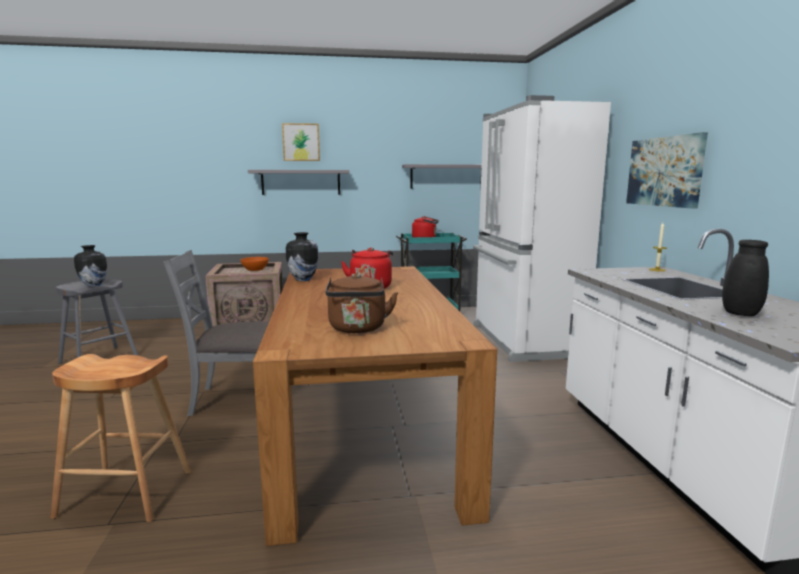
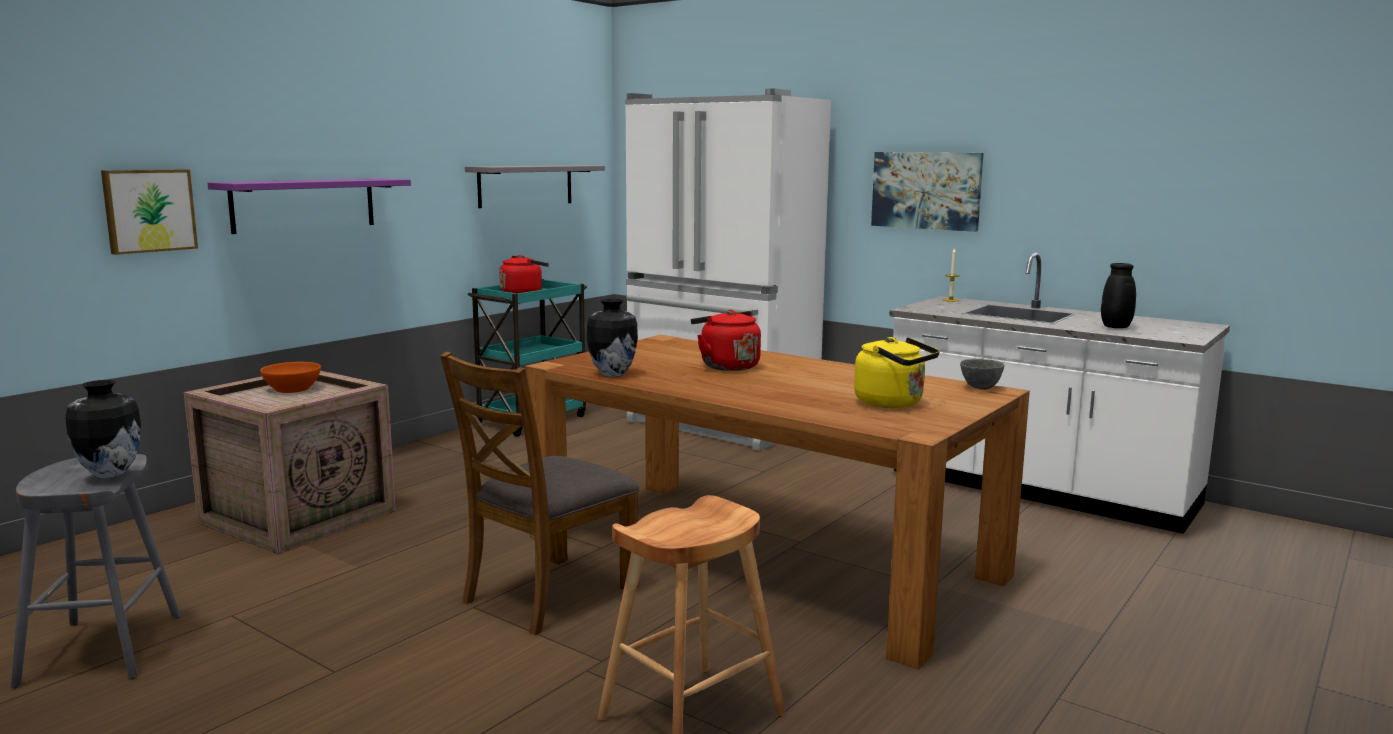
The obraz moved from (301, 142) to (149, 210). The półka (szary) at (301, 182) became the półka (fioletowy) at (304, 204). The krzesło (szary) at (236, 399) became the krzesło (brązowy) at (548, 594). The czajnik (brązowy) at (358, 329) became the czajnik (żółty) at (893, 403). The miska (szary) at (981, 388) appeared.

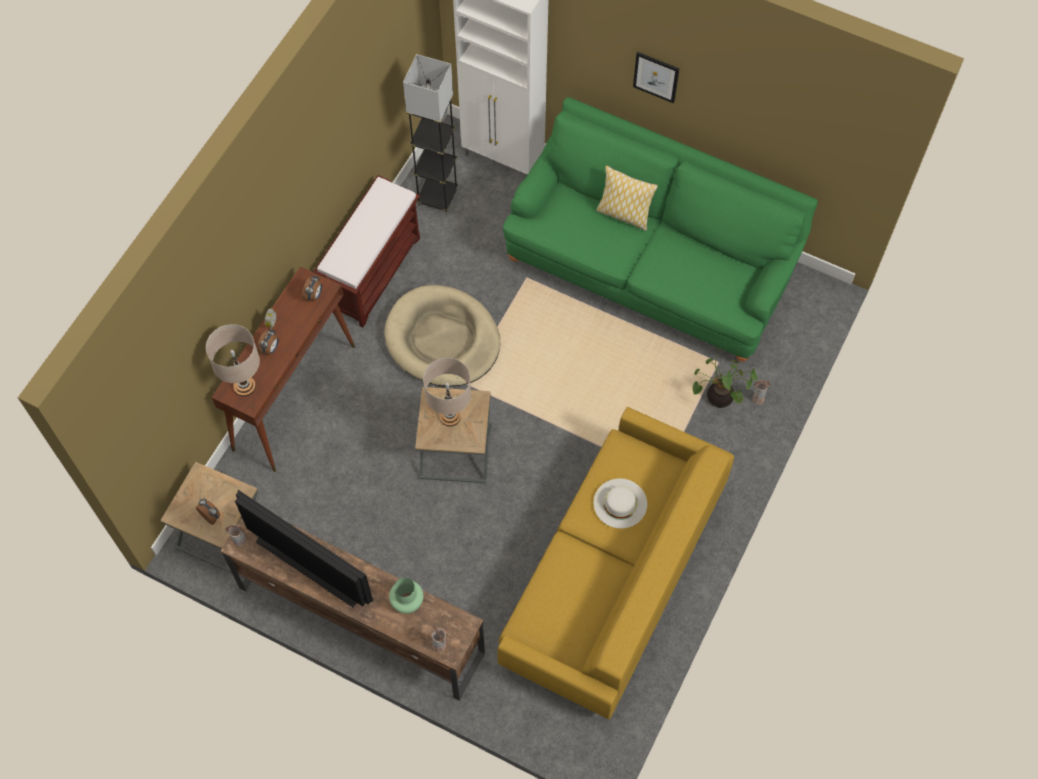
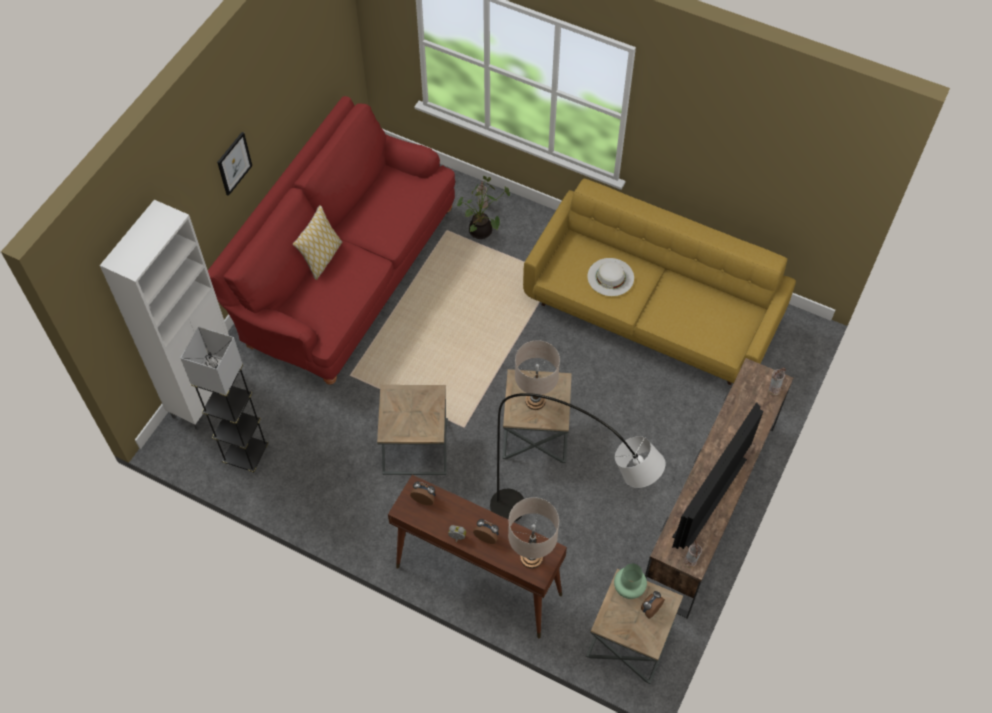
The kanapa (zielony) at (650, 267) became the kanapa (czerwony) at (346, 276). The ławka (brązowy) at (373, 272) disappeared. The legowisko (beżowy) at (443, 339) was replaced by the stolik (brązowy) at (415, 446). The wazon (zielony) moved from (407, 601) to (628, 588). The lampa stojąca (szary) at (569, 532) appeared.

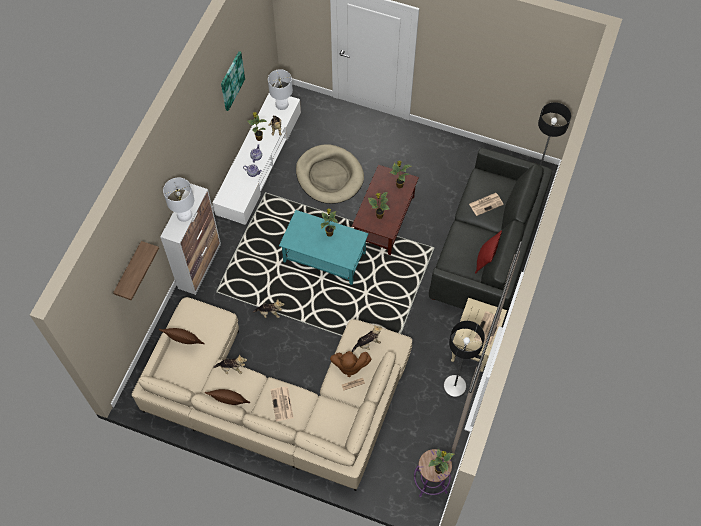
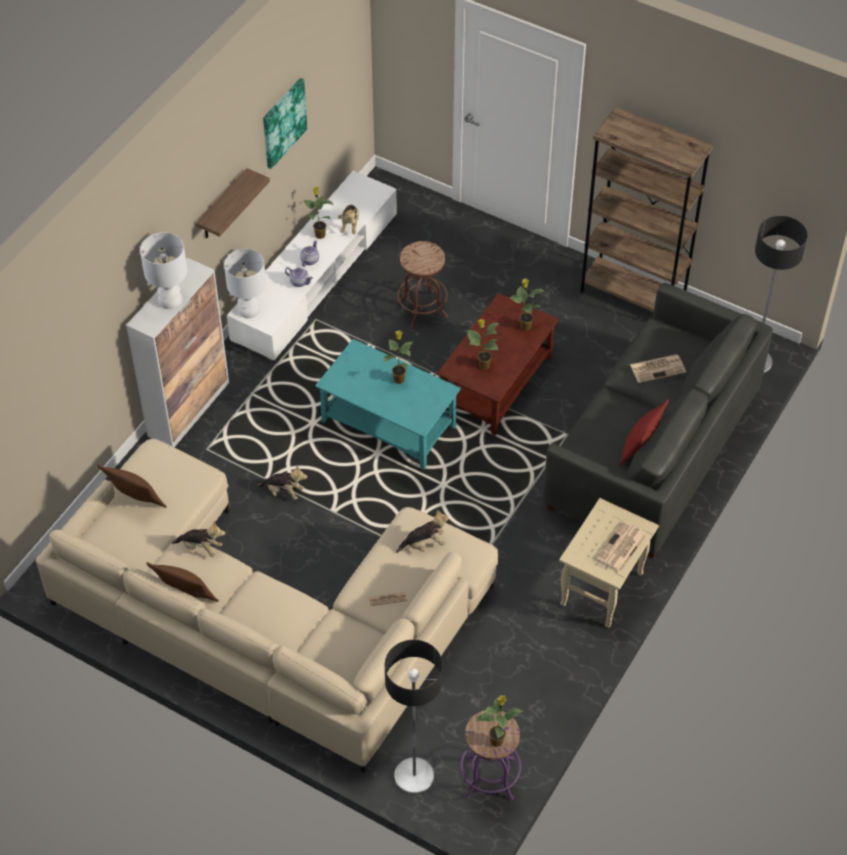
The lampa stołowa (biały) moved from (282, 104) to (249, 310). The legowisko (beżowy) at (329, 176) was replaced by the stołek (brązowy) at (422, 309). The półka moved from (129, 271) to (222, 206). The lampa stojąca moved from (454, 386) to (413, 776). The pluszak (brązowy) at (349, 366) disappeared. The gazeta at (282, 404) disappeared. The regał (brązowy) at (632, 296) appeared.

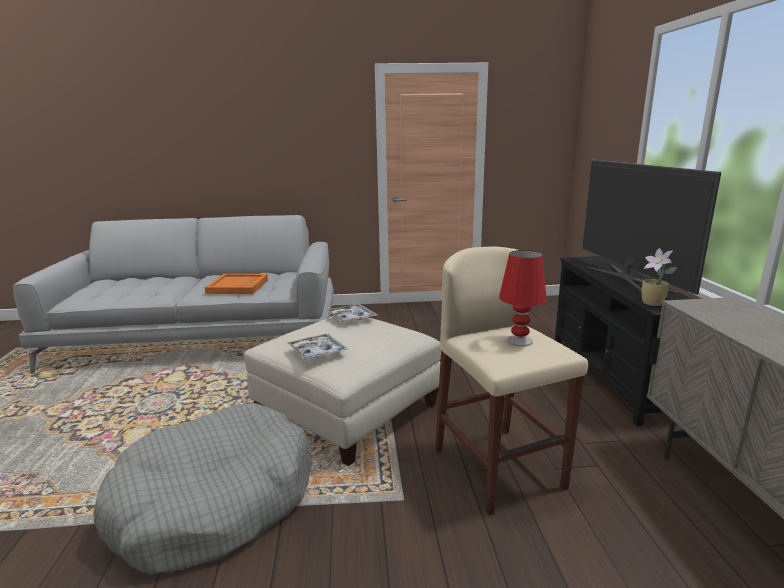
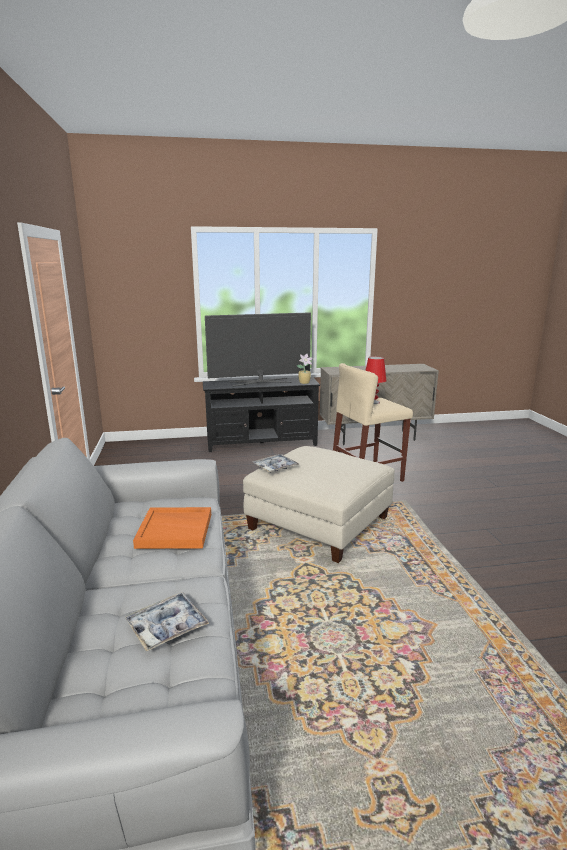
The taca moved from (317, 352) to (167, 627). The legowisko (szary) at (214, 502) disappeared.

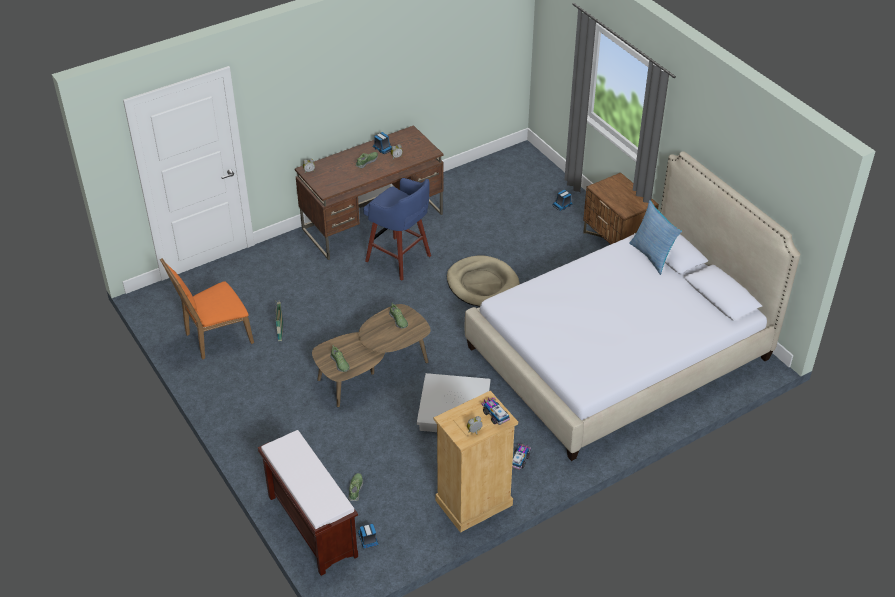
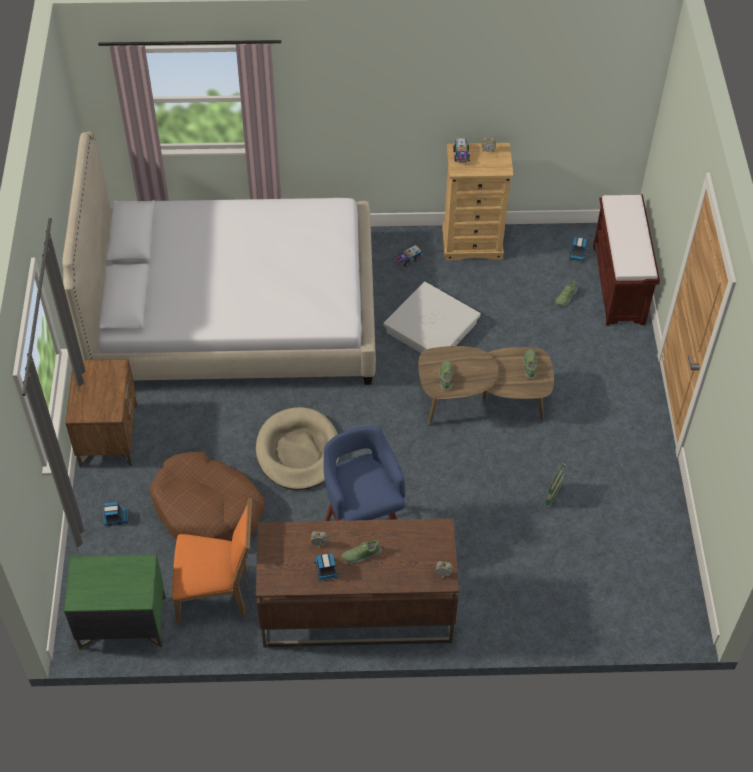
The poduszka at (652, 256) disappeared. The krzesło (pomarańczowy) moved from (215, 338) to (217, 592). The legowisko (brązowy) at (208, 509) appeared. The szafka nocna (zielony) at (122, 623) appeared.

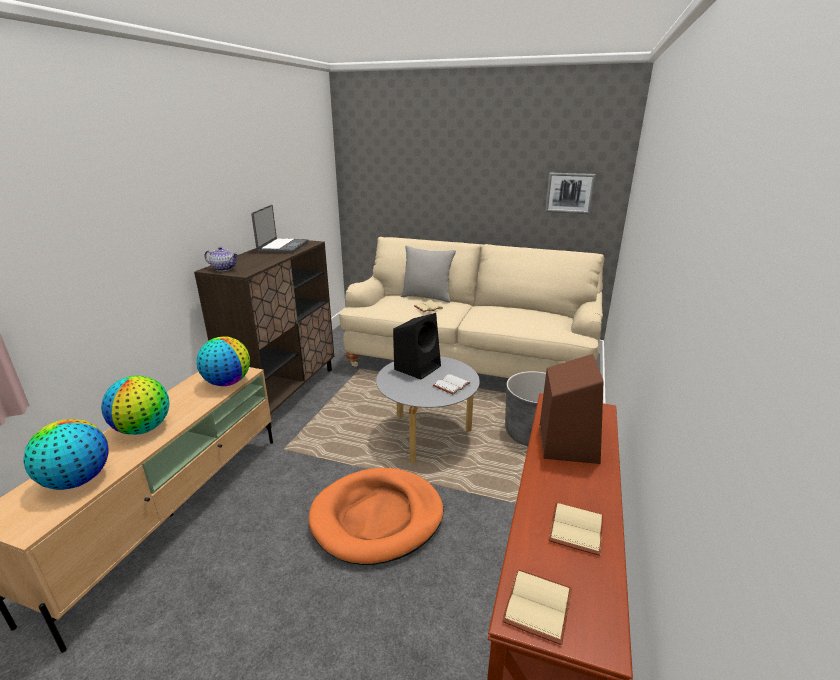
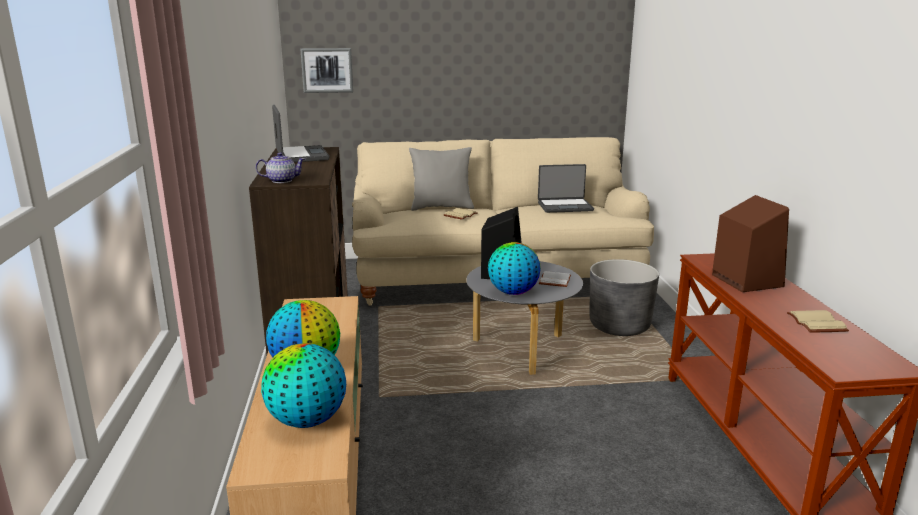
The obraz moved from (569, 193) to (327, 70). The globus moved from (228, 382) to (513, 292). The legowisko (pomarańczowy) at (377, 518) disappeared. The książka (beżowy) at (539, 608) disappeared. The laptop at (565, 206) appeared.

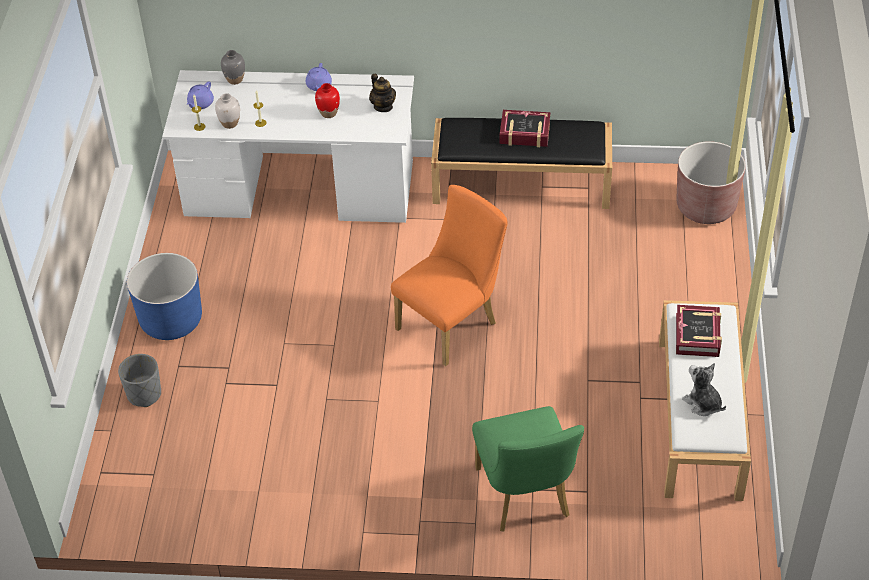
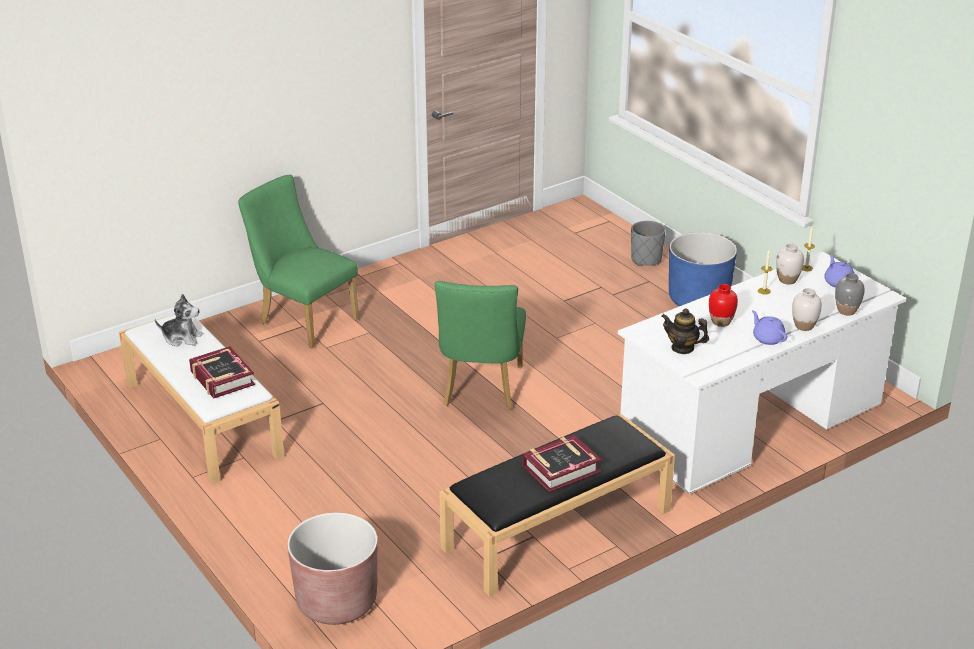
The krzesło (pomarańczowy) at (452, 323) became the krzesło (zielony) at (481, 390). The wazon (biały) at (804, 326) appeared.

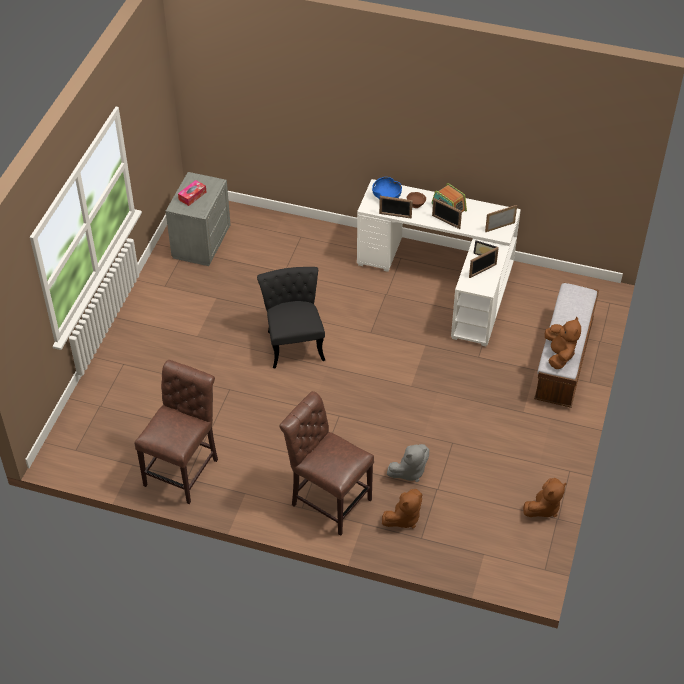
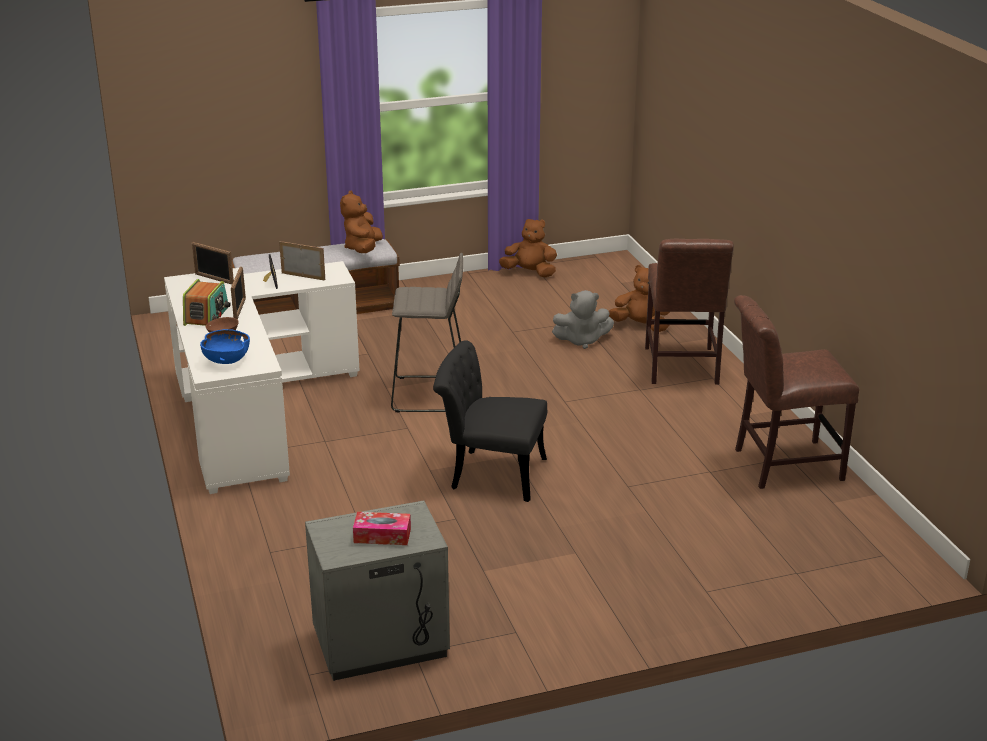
The ramka na zdjęcie at (395, 215) disappeared. The krzesło (czarny) at (294, 341) turned 60 degrees clockwise. The pluszak (brązowy) at (559, 355) turned 45 degrees counterclockwise. The pluszak (szary) at (409, 471) turned 150 degrees clockwise. The stołek (szary) at (430, 395) appeared.

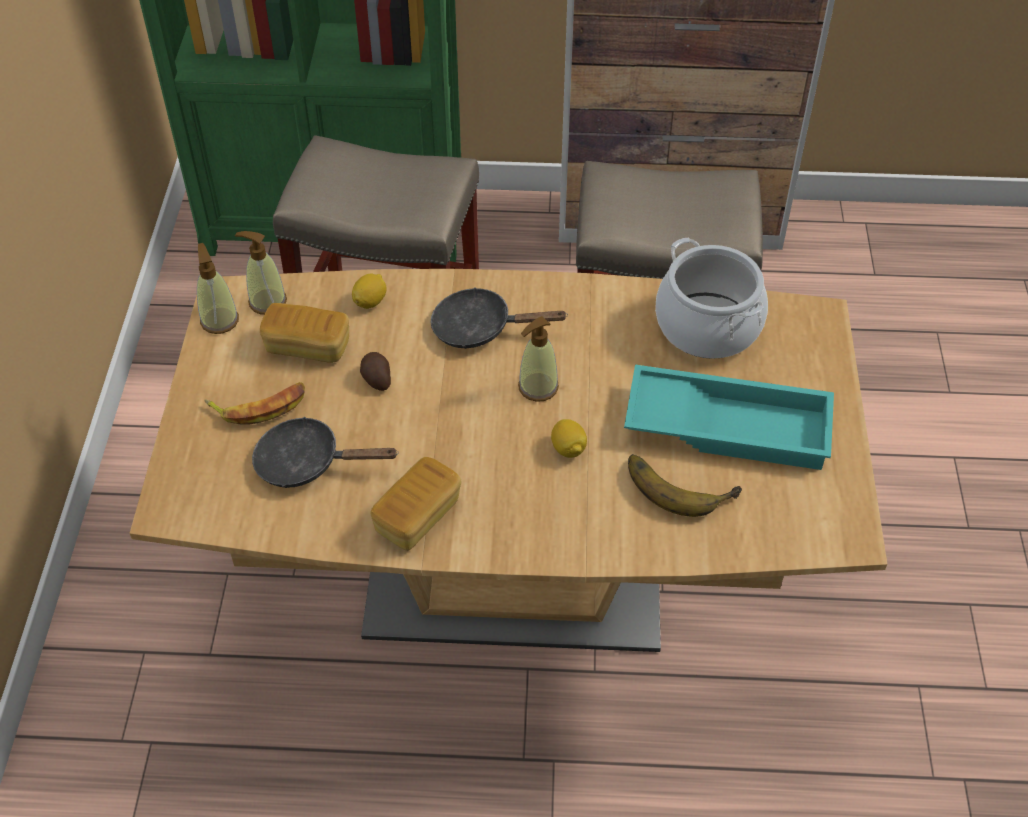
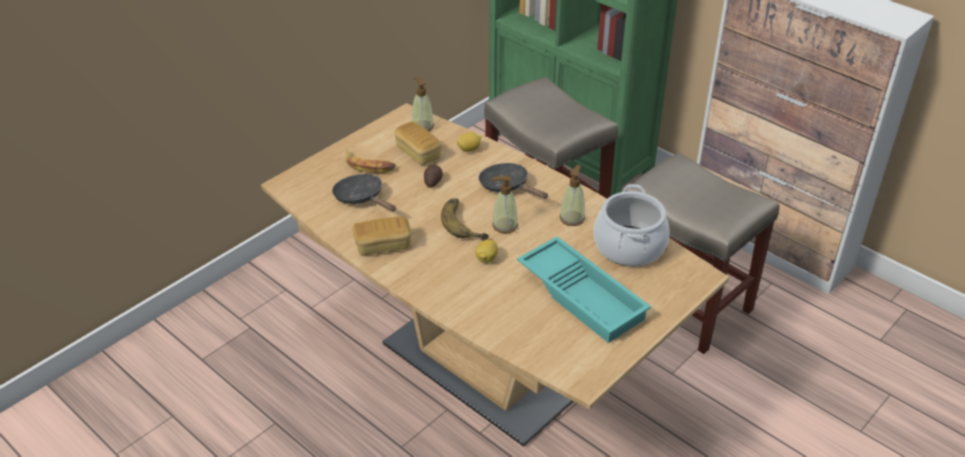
The dozownik mydła moved from (219, 320) to (572, 218). The banan moved from (679, 483) to (466, 222).

